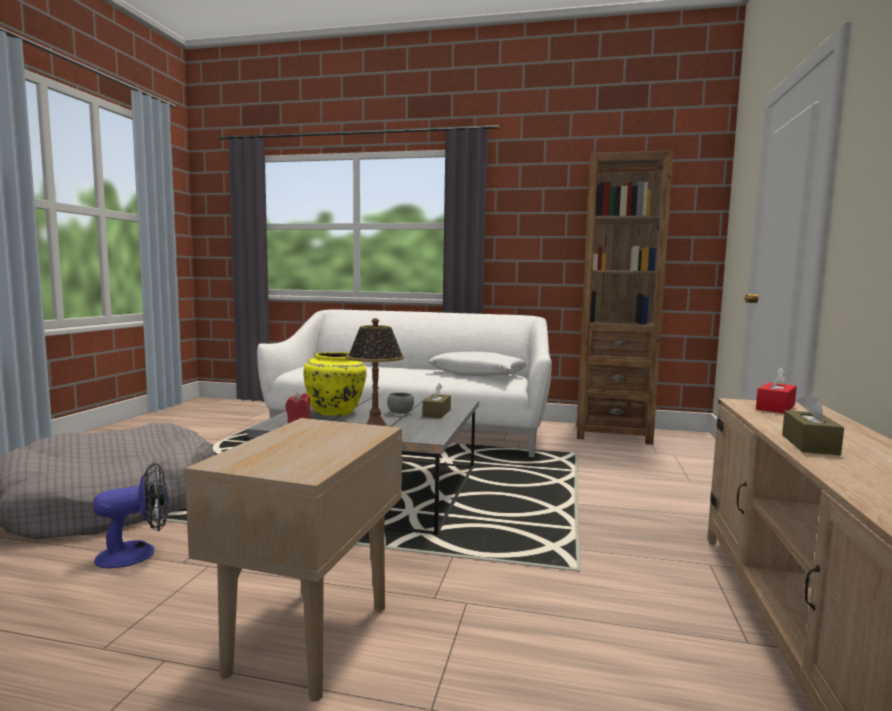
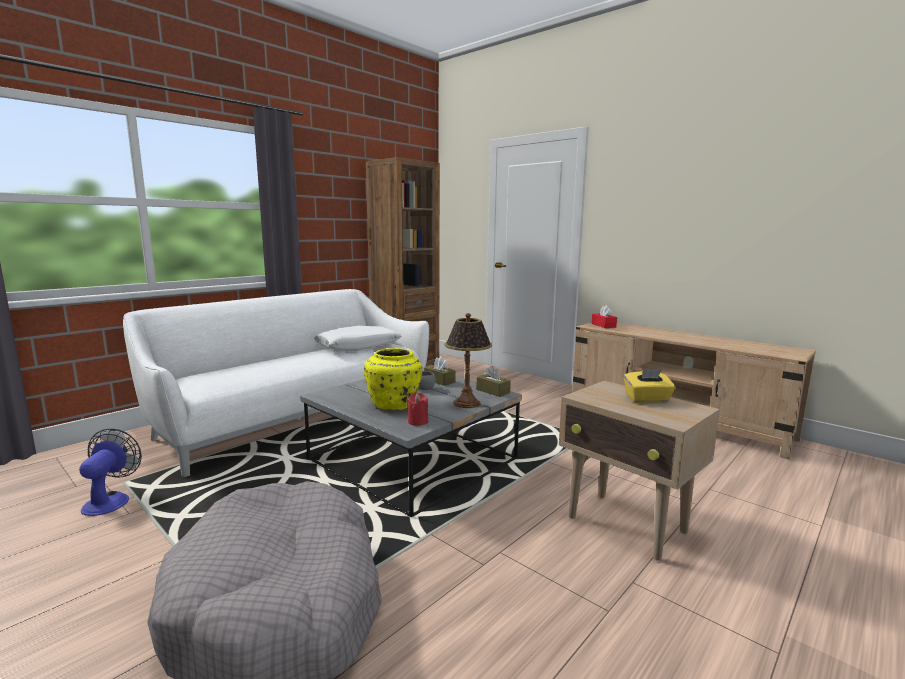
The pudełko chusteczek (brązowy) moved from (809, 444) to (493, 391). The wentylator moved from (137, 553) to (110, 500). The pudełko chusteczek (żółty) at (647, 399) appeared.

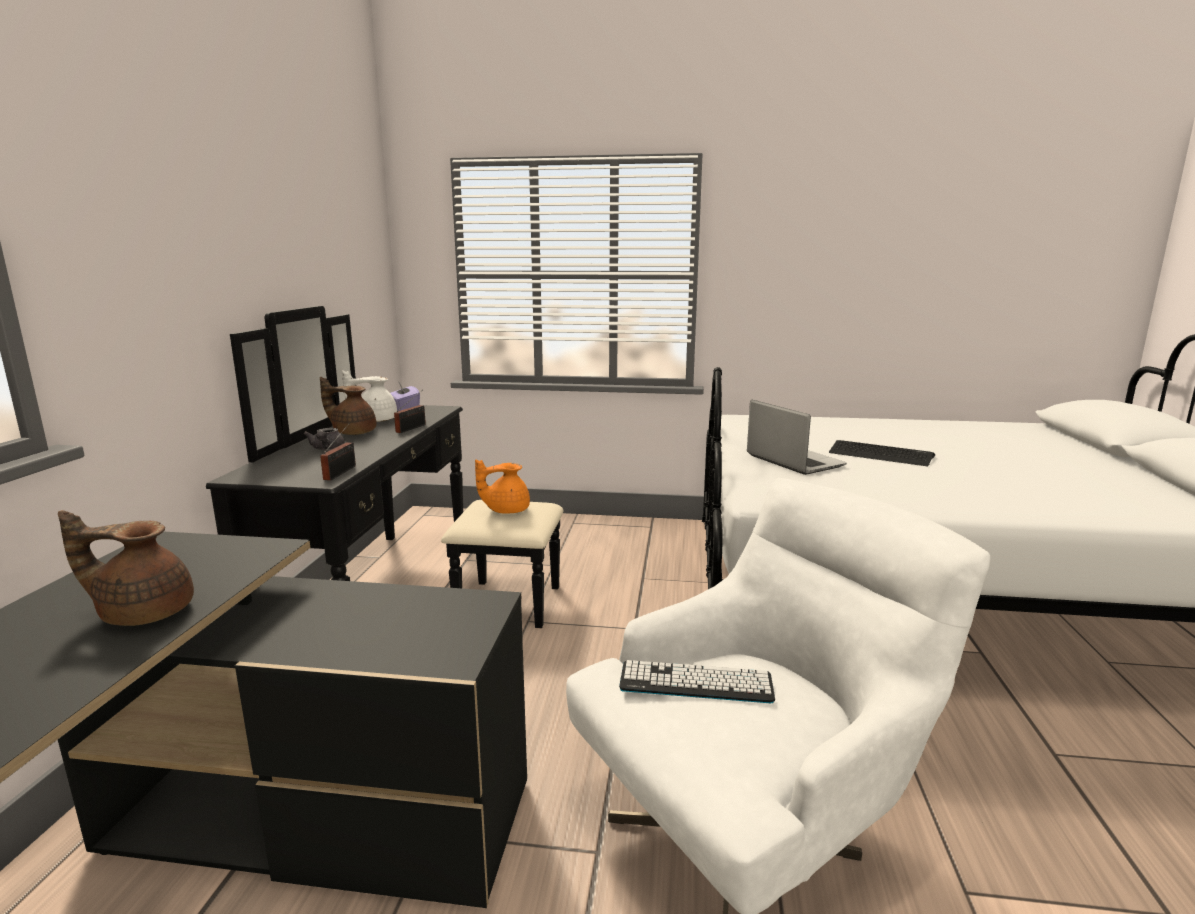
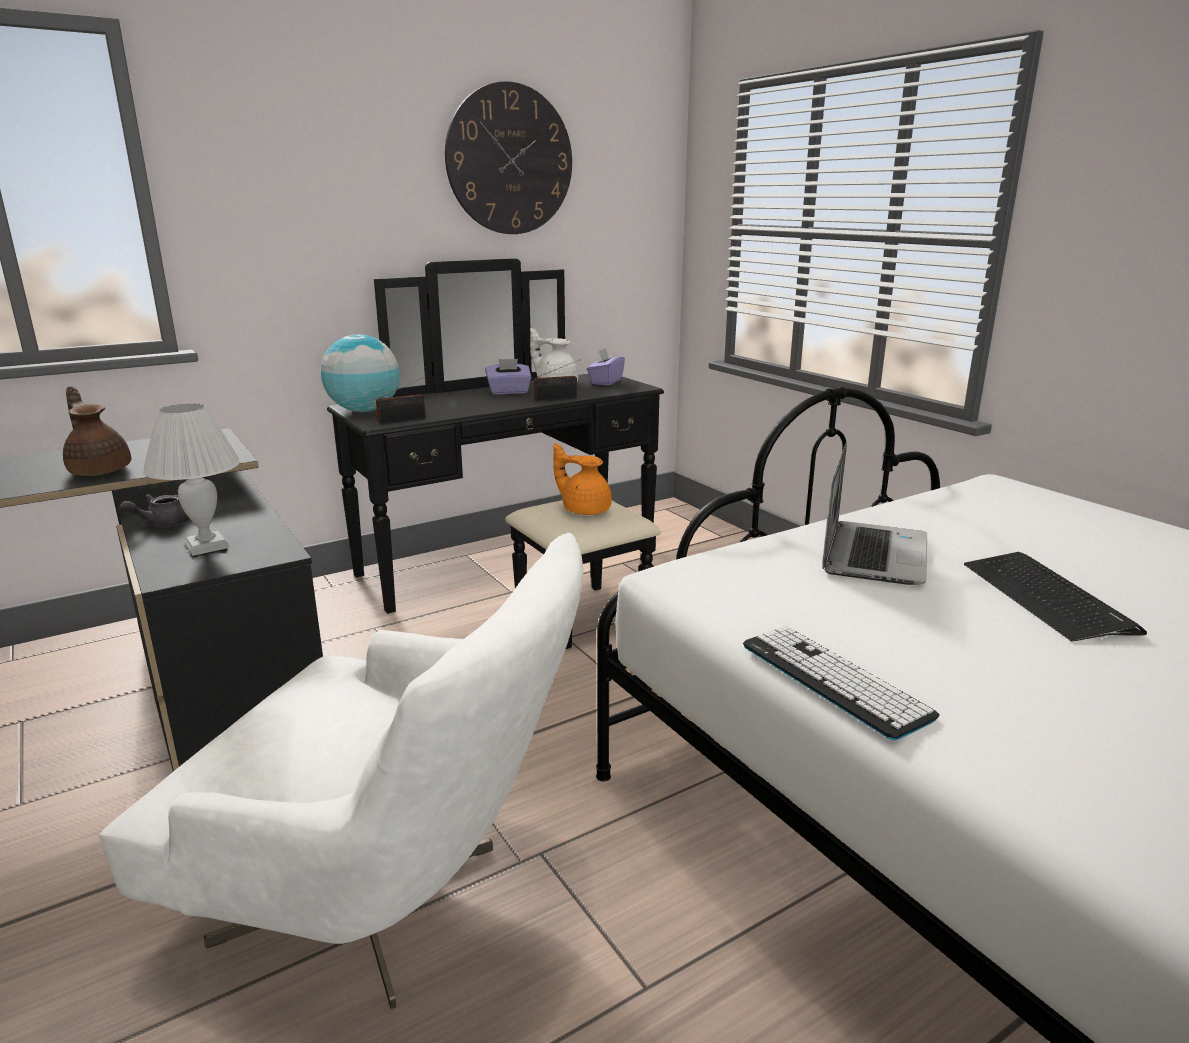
The imbryk (brązowy) at (353, 432) was replaced by the pudełko chusteczek (fioletowy) at (509, 392). The imbryk (szary) moved from (327, 449) to (161, 524). The klawiatura moved from (696, 683) to (833, 680). The zegar ścienny at (510, 160) appeared. The globus at (364, 411) appeared. The lampa stołowa (biały) at (208, 546) appeared.

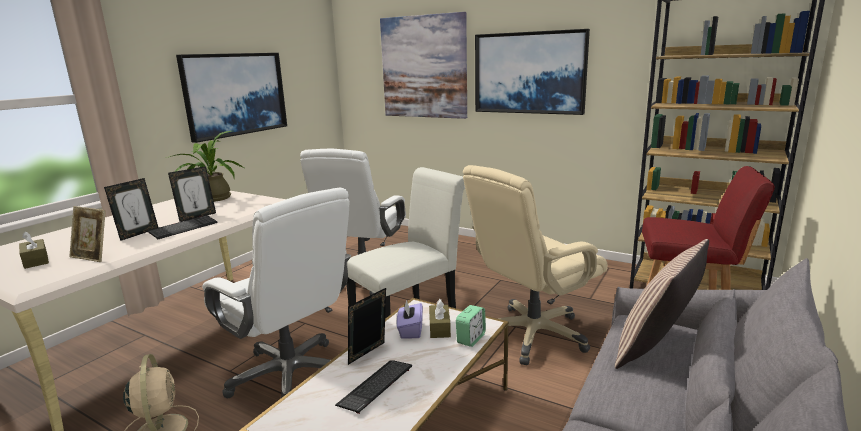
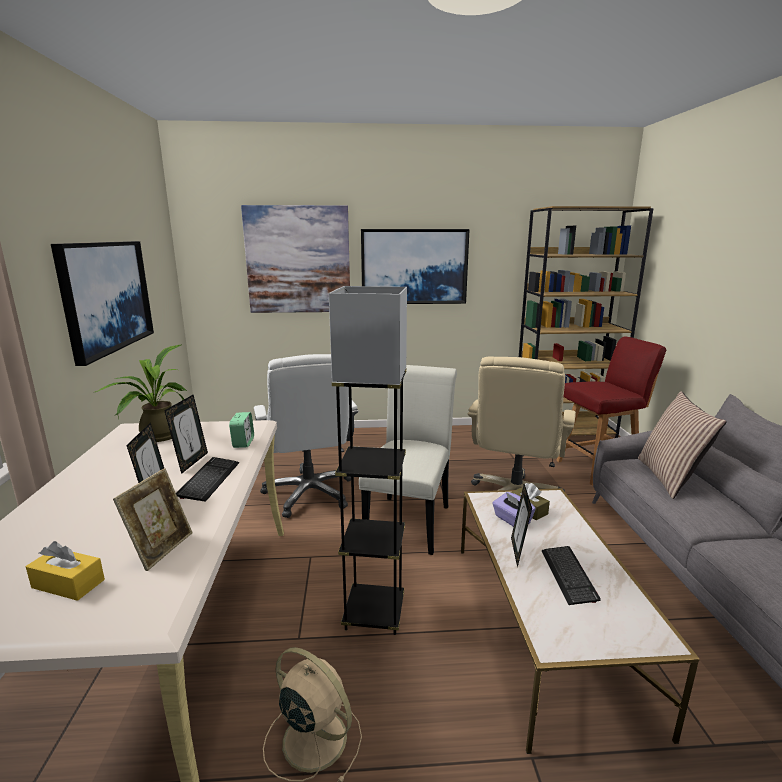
The krzesło biurowe (biały) at (291, 376) was replaced by the lampa stojąca (szary) at (374, 613). The ramka na zdjęcie at (93, 257) turned 60 degrees counterclockwise. The pudełko chusteczek (brązowy) at (36, 260) became the pudełko chusteczek (żółty) at (68, 584). The budzik moved from (471, 339) to (243, 443).

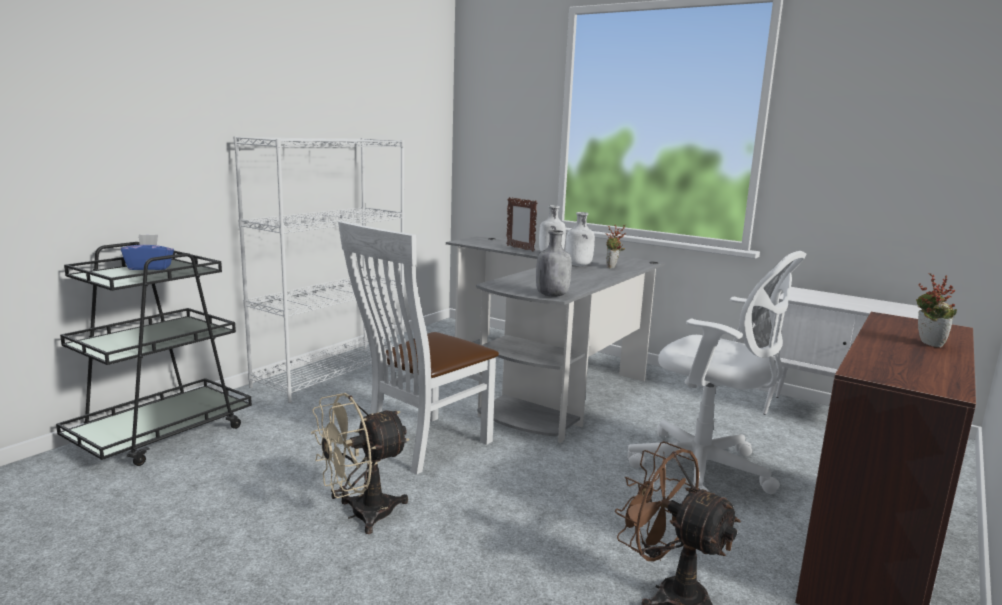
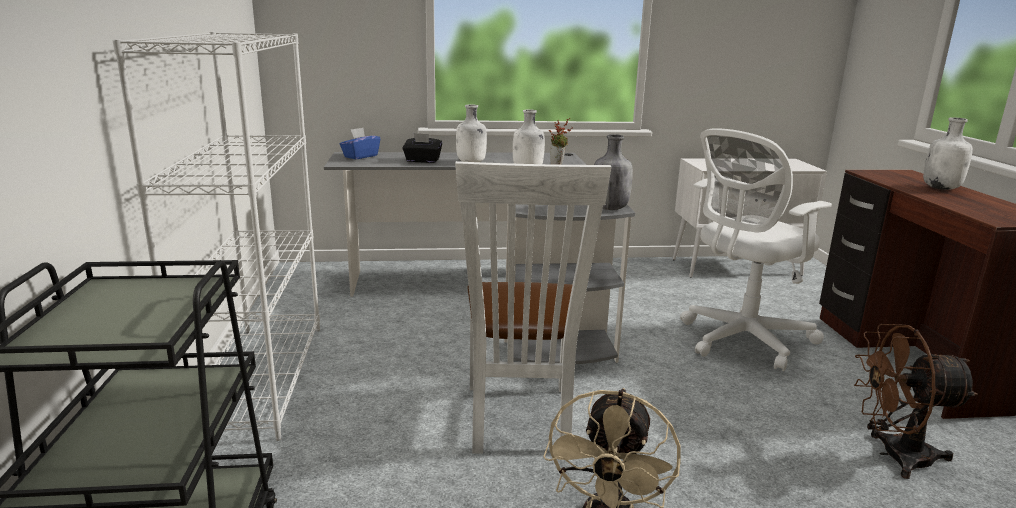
The ramka na zdjęcie at (520, 248) was replaced by the pudełko chusteczek (czarny) at (422, 161). The pudełko chusteczek (niebieski) moved from (150, 267) to (360, 156). The krzesło biurowe (biały) at (706, 470) turned 150 degrees clockwise. The roślina doniczkowa at (926, 343) was replaced by the butelka (biały) at (941, 188).

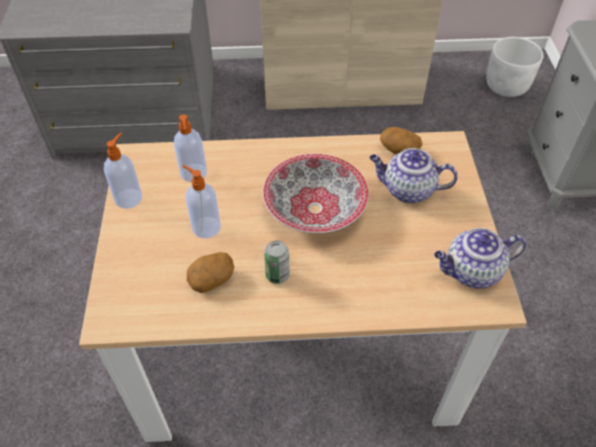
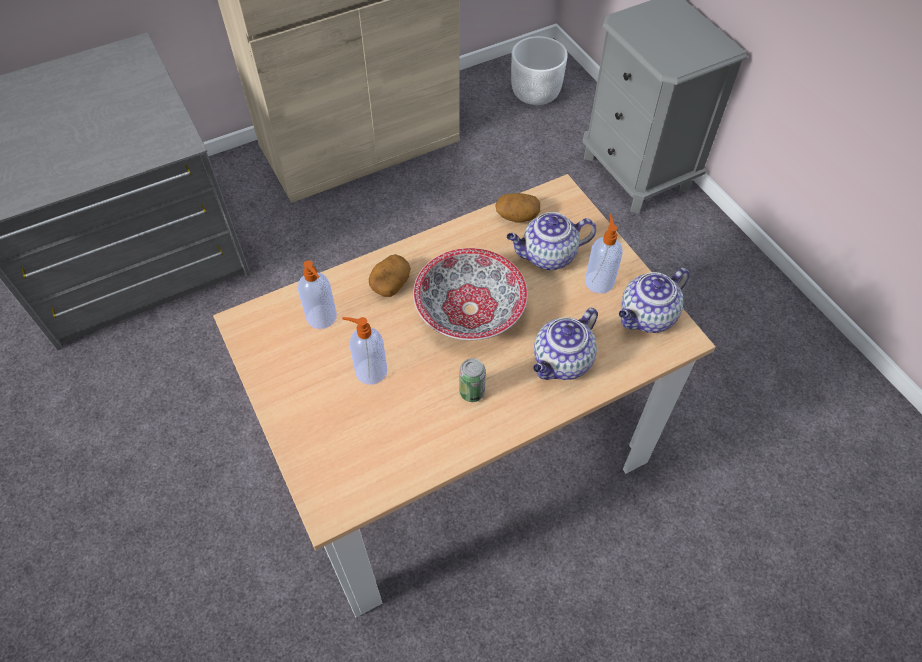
The dozownik mydła moved from (129, 198) to (599, 281). The ziemniak moved from (211, 279) to (390, 283). The imbryk at (562, 363) appeared.

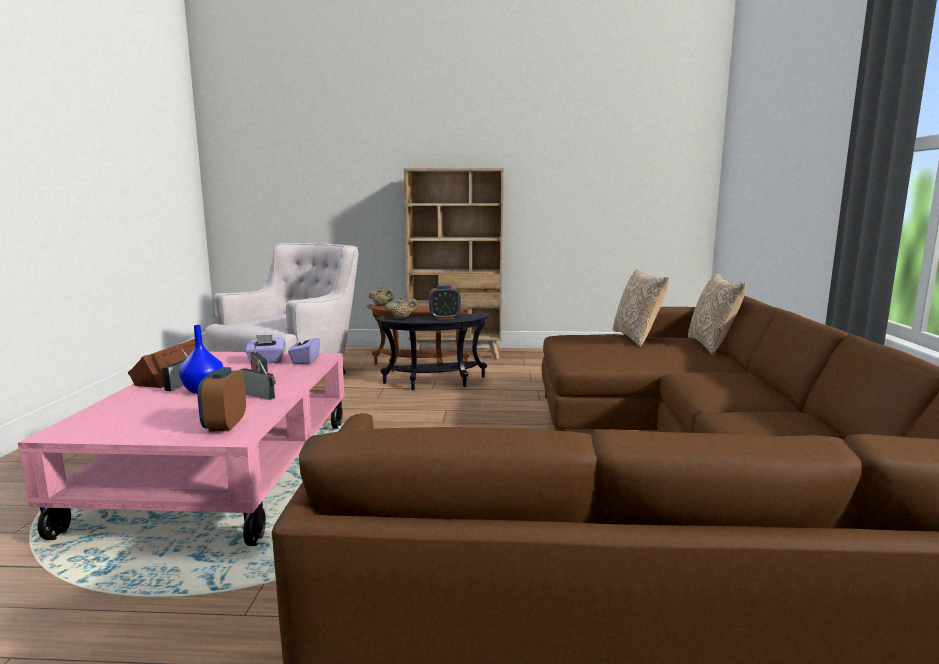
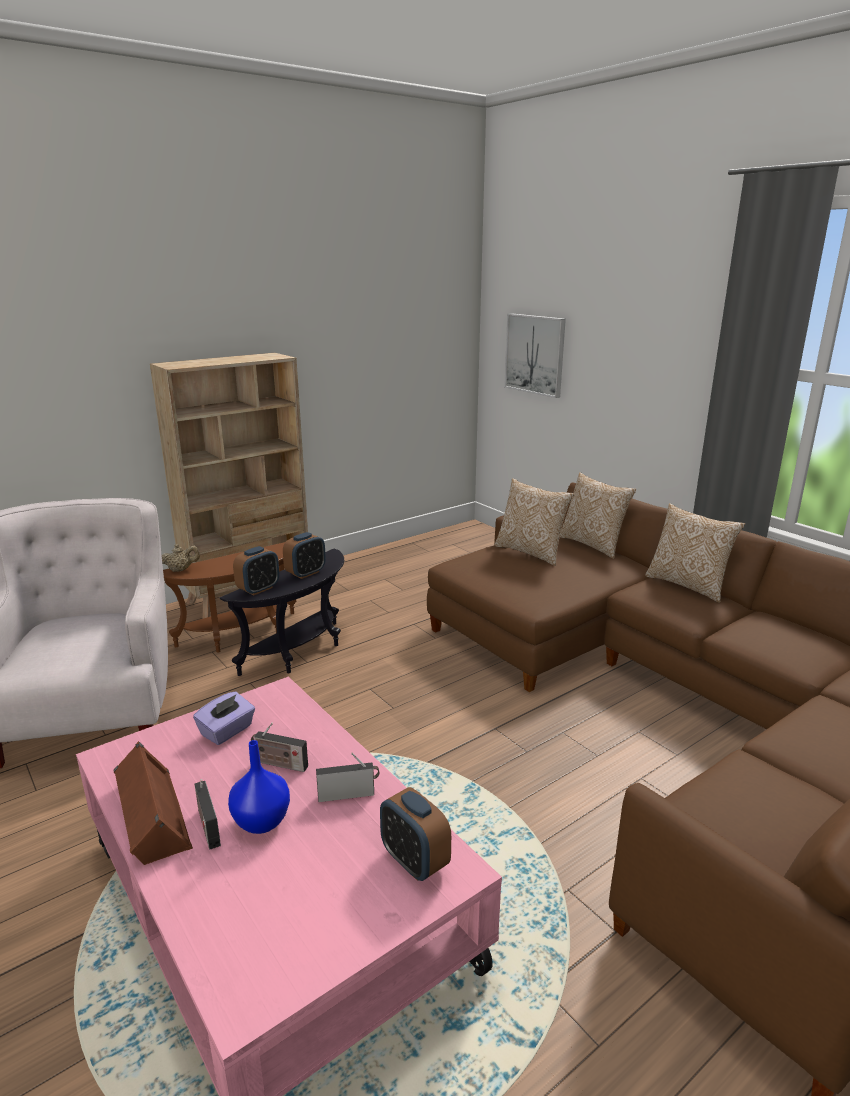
The imbryk (beżowy) at (402, 318) was replaced by the budzik at (258, 589). The pudełko chusteczek (fioletowy) at (305, 360) disappeared. The obraz at (535, 354) appeared. The poduszka at (688, 585) appeared.

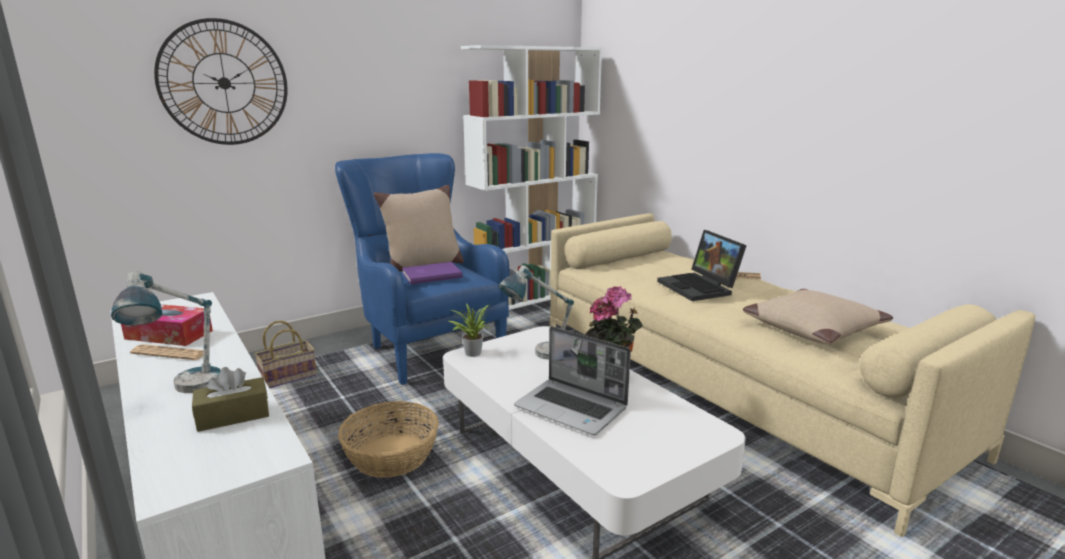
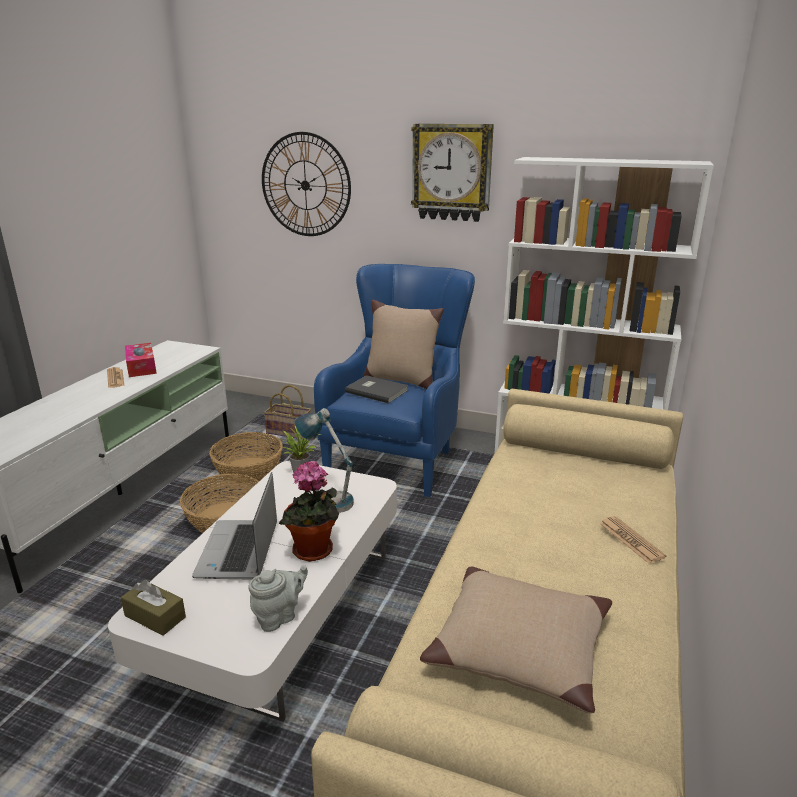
The laptop at (700, 287) disappeared. The książka (fioletowy) at (430, 275) became the książka (szary) at (377, 390). The lampa stołowa at (185, 392) disappeared. The pudełko chusteczek (brązowy) moved from (233, 416) to (155, 616). The zegar ścienny at (452, 172) appeared. The koszyk at (249, 470) appeared. The imbryk (szary) at (279, 616) appeared.

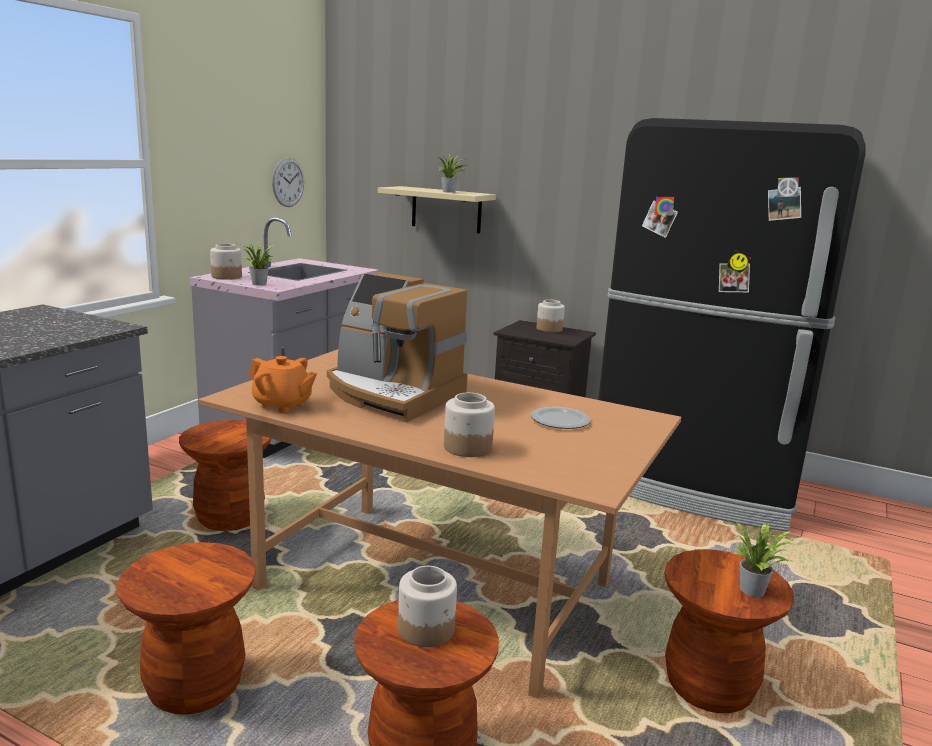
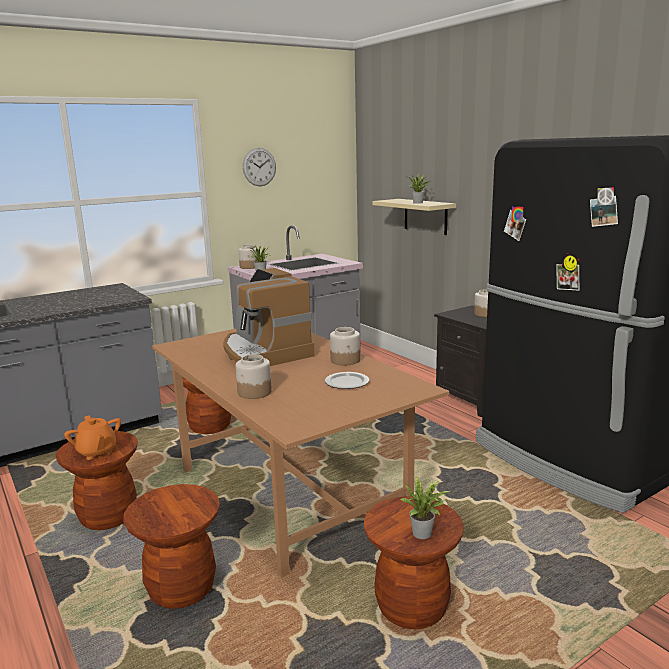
The zegar ścienny moved from (288, 182) to (259, 167). The imbryk (pomarańczowy) moved from (282, 405) to (97, 452). The słoik moved from (427, 629) to (345, 360).

